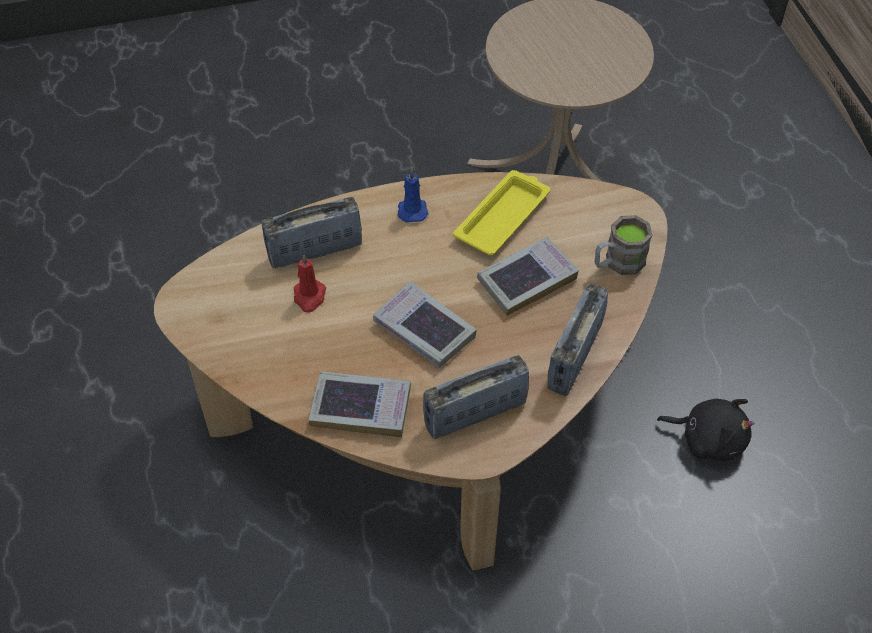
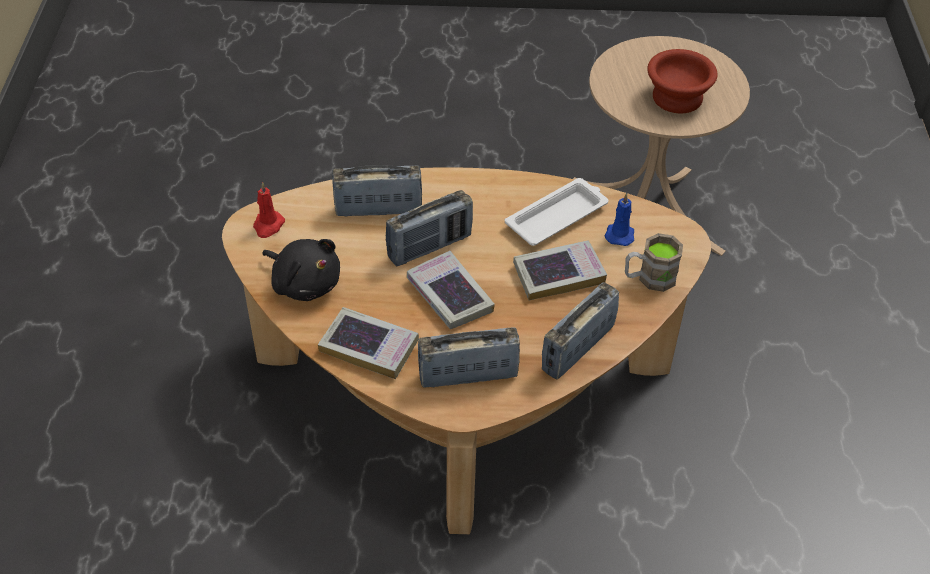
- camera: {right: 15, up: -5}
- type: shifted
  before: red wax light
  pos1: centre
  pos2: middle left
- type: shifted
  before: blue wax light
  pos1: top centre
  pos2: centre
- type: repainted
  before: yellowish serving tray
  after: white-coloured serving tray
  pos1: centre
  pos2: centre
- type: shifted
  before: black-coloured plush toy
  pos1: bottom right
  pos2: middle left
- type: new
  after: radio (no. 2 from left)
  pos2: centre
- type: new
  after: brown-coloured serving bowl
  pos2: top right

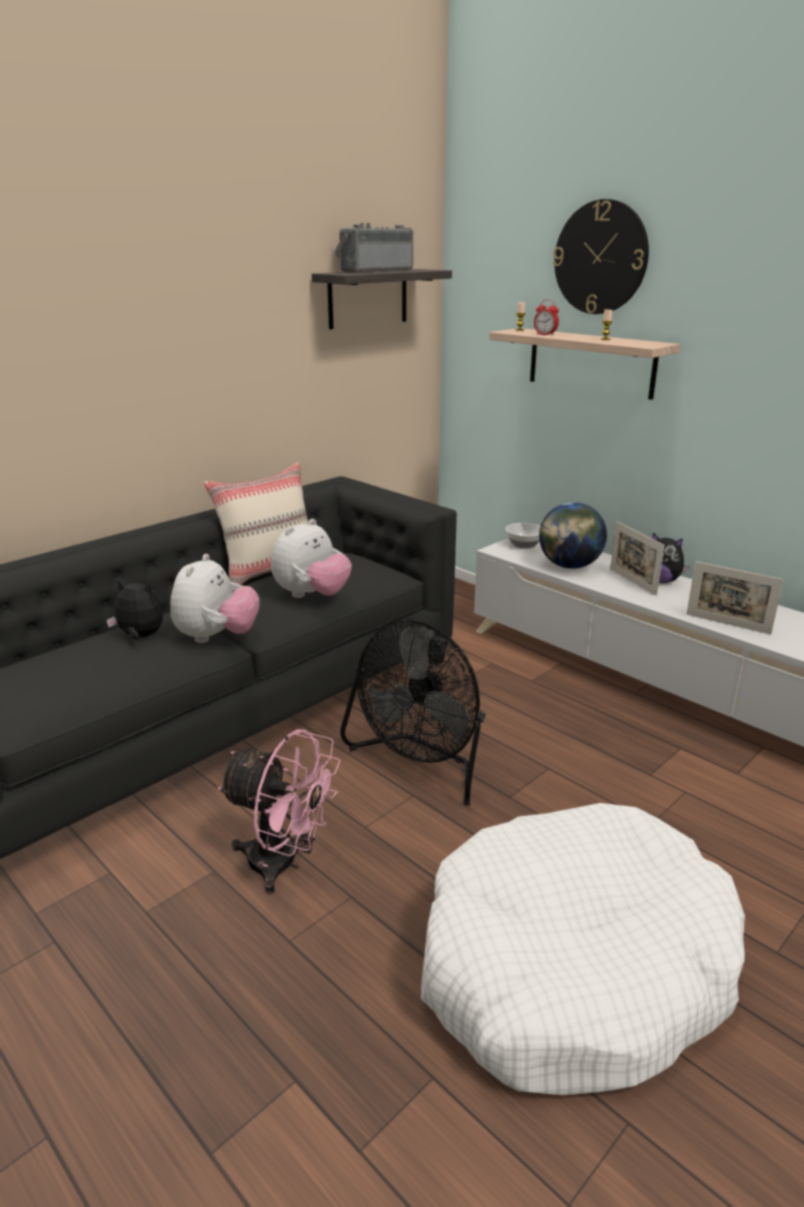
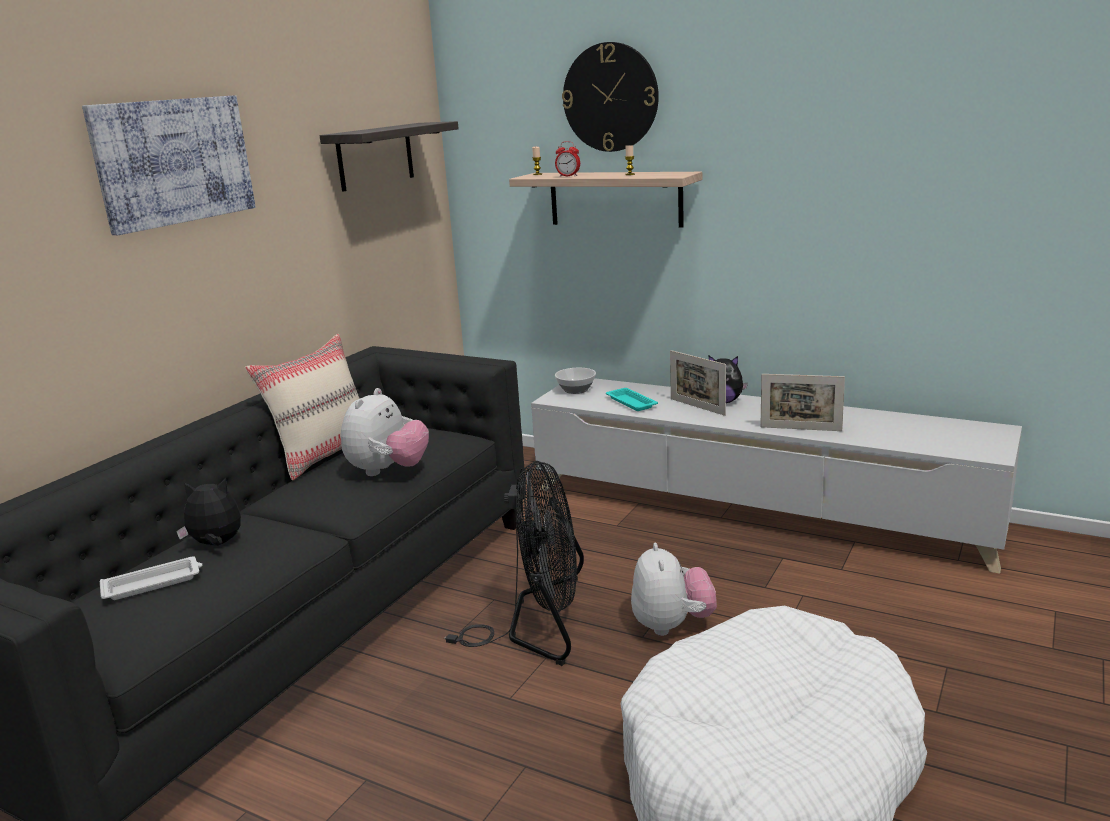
- camera: {right: -15, up: -5}
- type: shifted
  before: plush toy (no. 2 from left in the first image)
  after: plush toy (no. 3 from left)
  pos1: middle left
  pos2: bottom centre
- type: gone
  before: pinkish fan
  pos1: bottom centre
- type: gone
  before: radio
  pos1: top centre
- type: rotated
  before: black-coloured fan
  pos1: centre
  pos2: bottom centre
  turn: -105
- type: swapped
  before: globe
  after: turquoise-coloured serving tray
  pos1: middle right
  pos2: centre
- type: new
  after: wall art
  pos2: top left
- type: new
  after: white-coloured serving tray
  pos2: bottom left

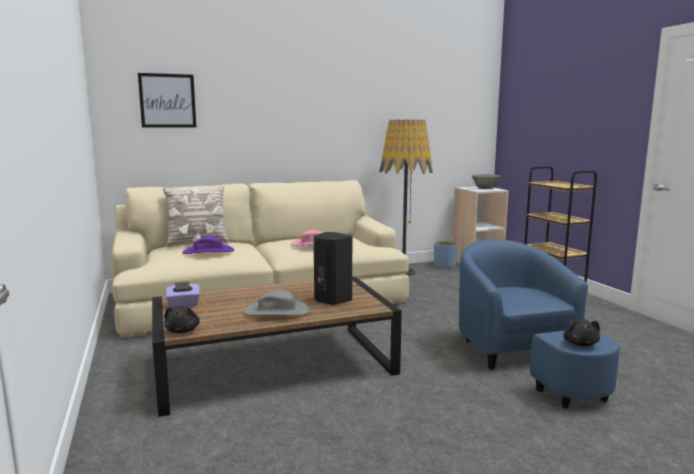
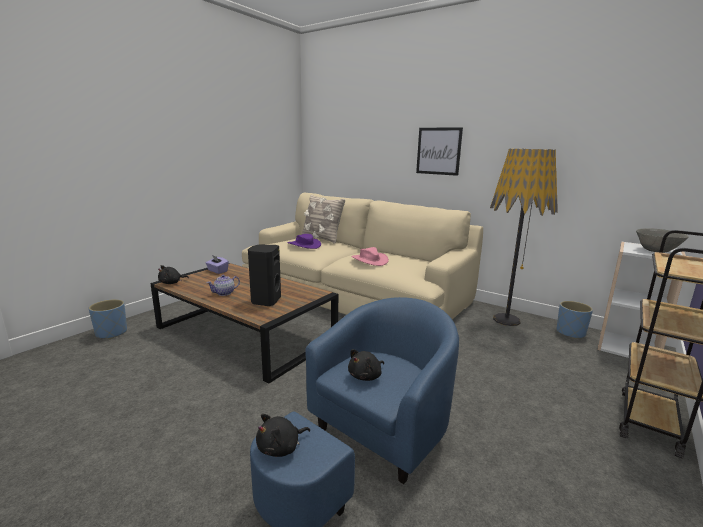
- camera: {right: 55, up: 5}
- type: shifted
  before: wall art
  pos1: top left
  pos2: top centre
- type: swapped
  before: gray clothing hat
  after: teapot
  pos1: centre
  pos2: middle left
- type: new
  after: blue flower pot (no. 1 from left)
  pos2: middle left
- type: new
  after: black-coloured plush toy (no. 3 from left)
  pos2: bottom centre

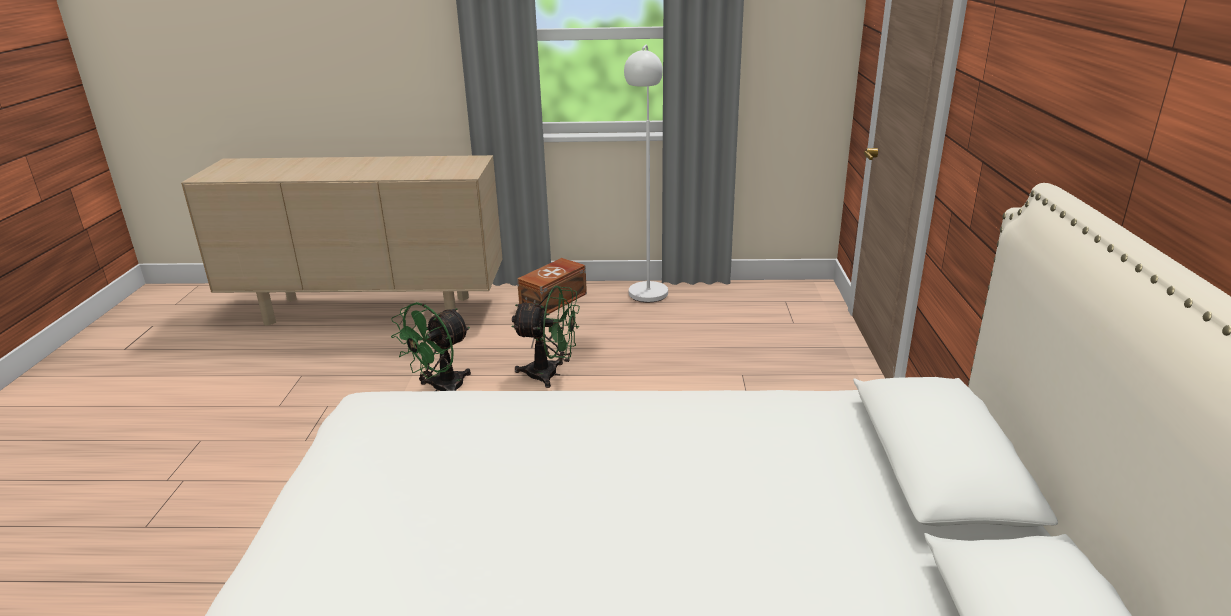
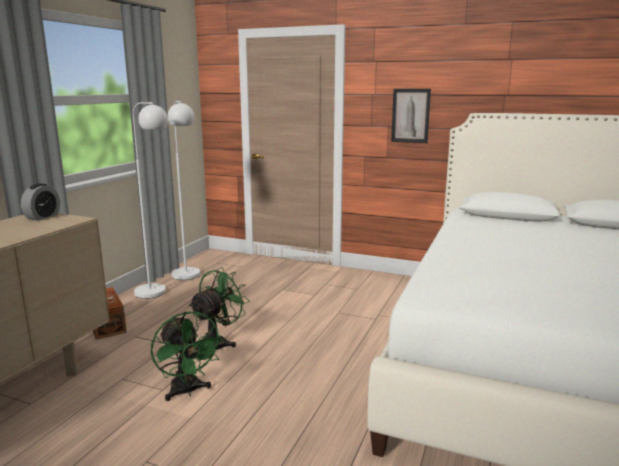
- camera: {right: -70, up: -10}
- type: new
  after: alarm clock
  pos2: middle left
- type: new
  after: white-coloured standard lamp (no. 2 from left)
  pos2: middle left
- type: new
  after: wall art
  pos2: top centre

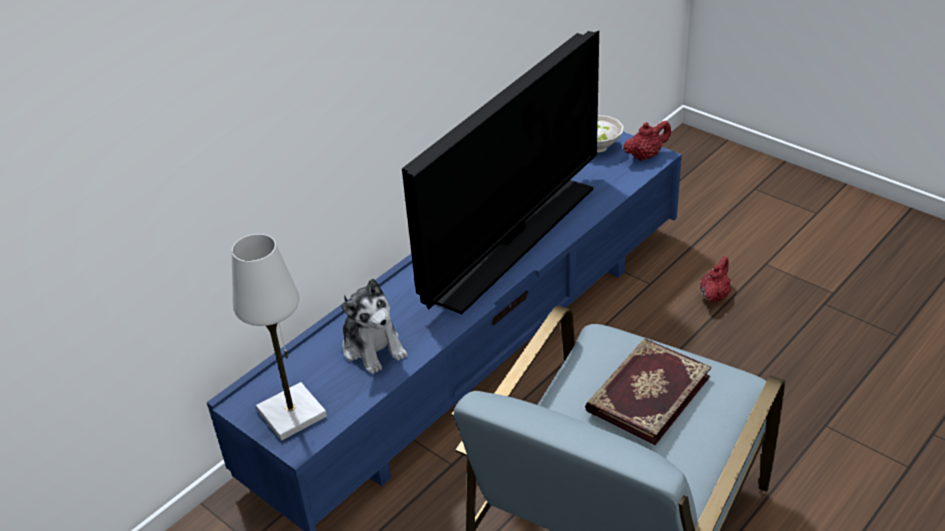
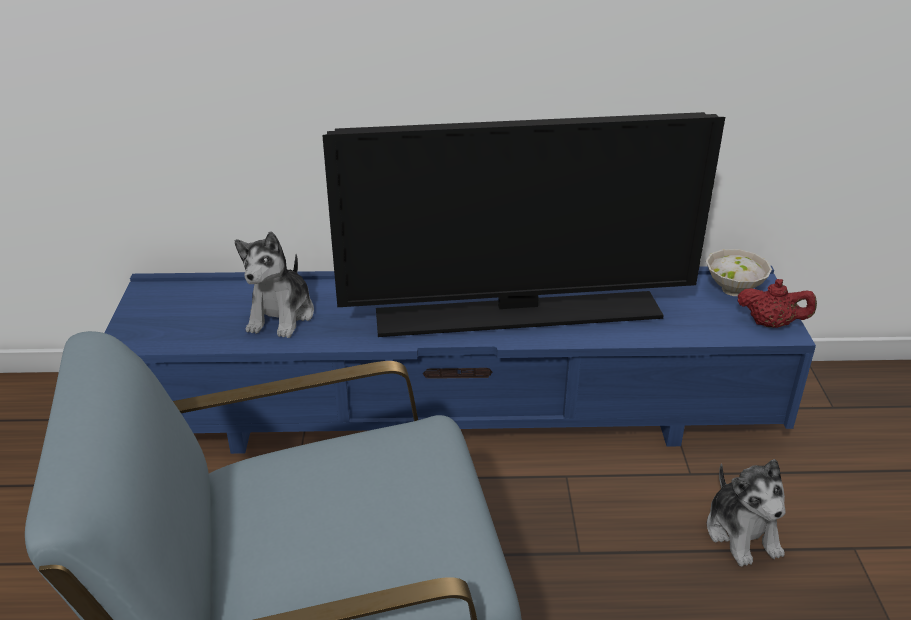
- camera: {right: 45, up: -5}
- type: gone
  before: white-coloured table lamp
  pos1: middle left
- type: gone
  before: book
  pos1: bottom right
- type: swapped
  before: red teapot (no. 2 from left)
  after: plush toy (no. 2 from left)
  pos1: middle right
  pos2: bottom right

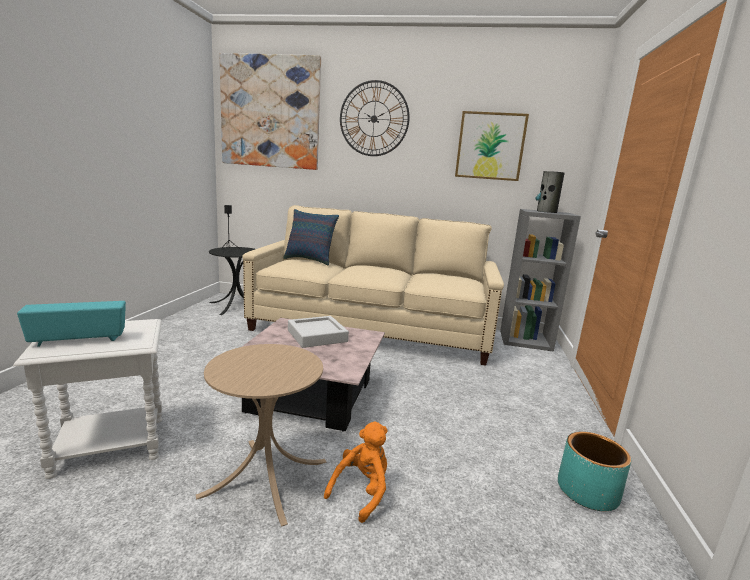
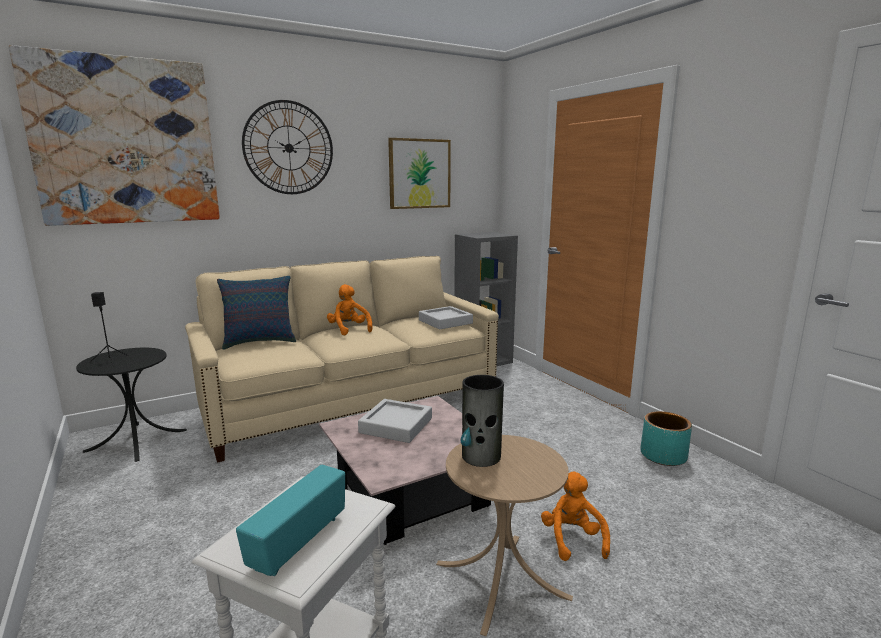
- camera: {right: -40, up: 0}
- type: shifted
  before: vase
  pos1: top right
  pos2: centre
- type: new
  after: orangey plush toy (no. 1 from left)
  pos2: centre
- type: new
  after: gray serving tray (no. 2 from left)
  pos2: centre

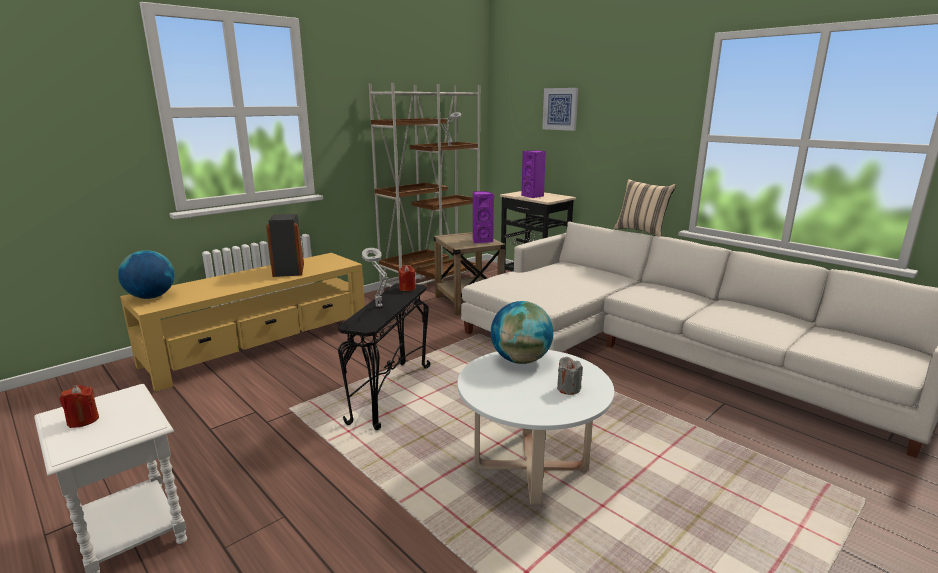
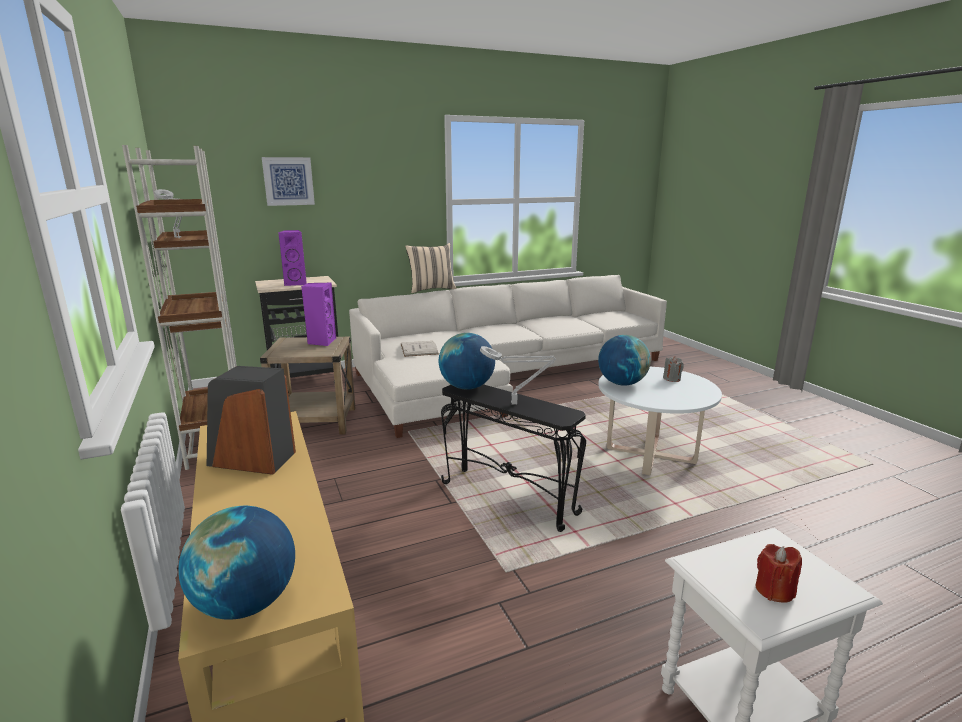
- camera: {right: -70, up: 0}
- type: swapped
  before: red wax light (no. 2 from left)
  after: globe (no. 2 from left)
  pos1: centre
  pos2: centre
- type: new
  after: white-coloured book
  pos2: centre

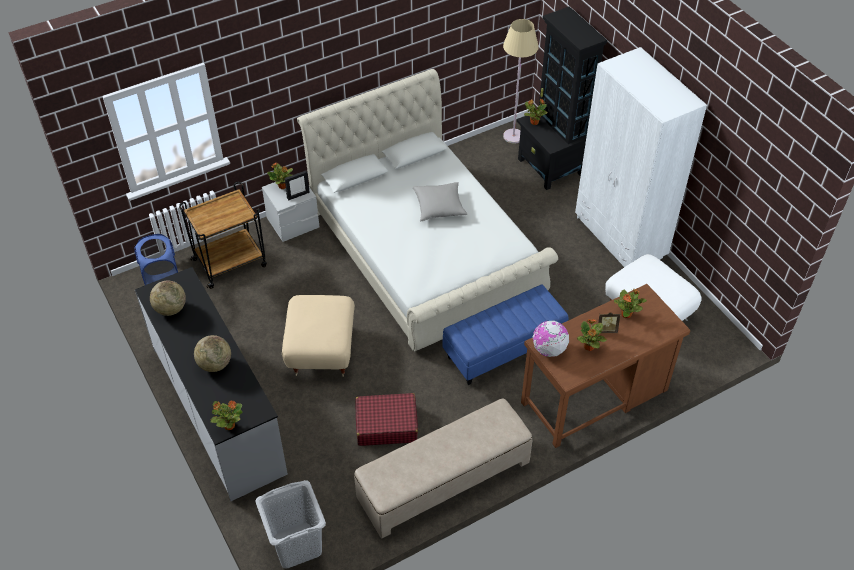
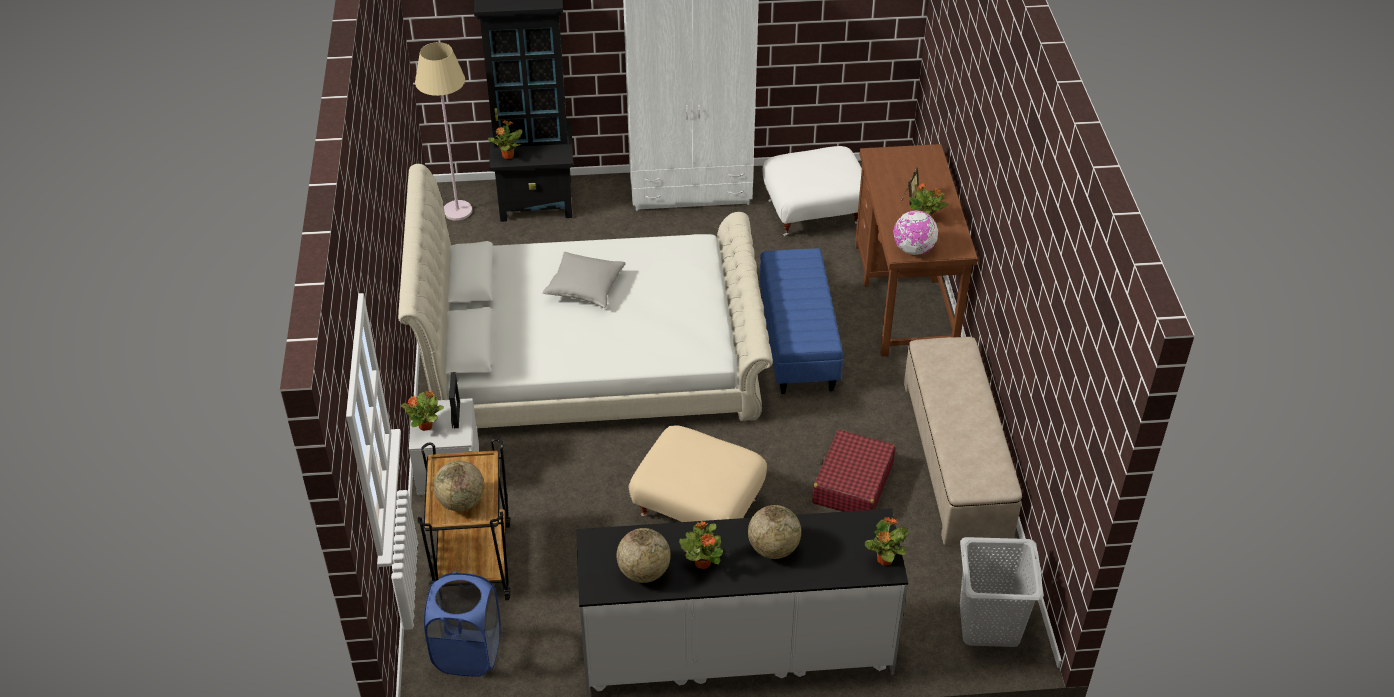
- camera: {right: -65, up: -5}
- type: shifted
  before: plant in a pot (no. 5 from left in the first image)
  after: plant in a pot (no. 3 from left)
  pos1: middle right
  pos2: bottom centre
- type: new
  after: globe (no. 1 from left)
  pos2: bottom left

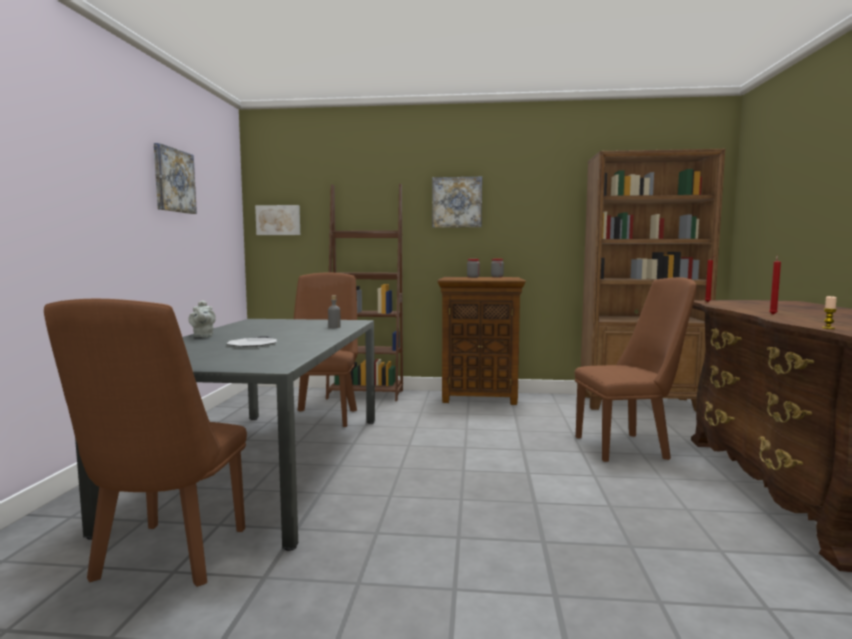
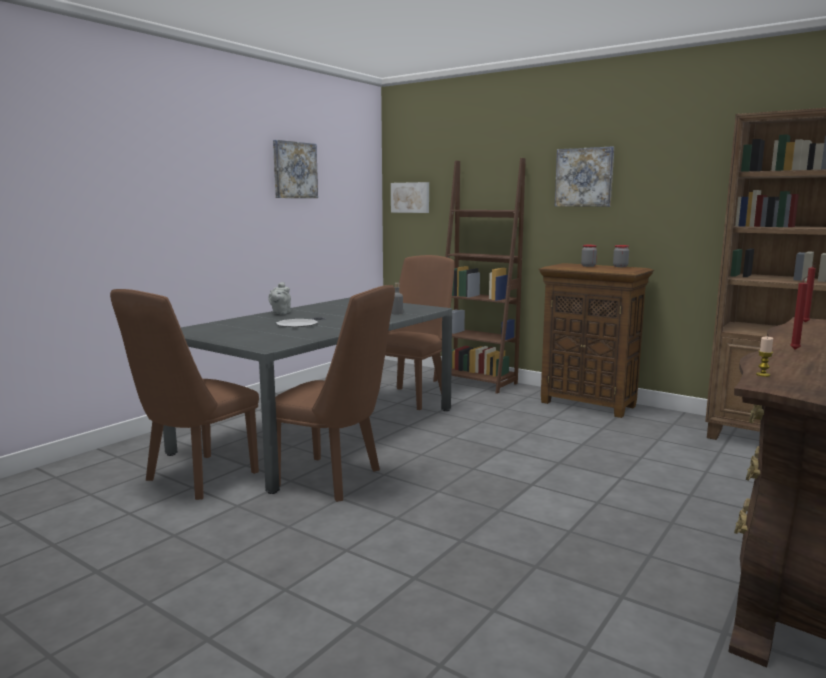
- camera: {right: 30, up: 5}
- type: shifted
  before: brown-coloured upright chair (no. 3 from left in the first image)
  after: brown-coloured upright chair (no. 2 from left)
  pos1: middle right
  pos2: centre

